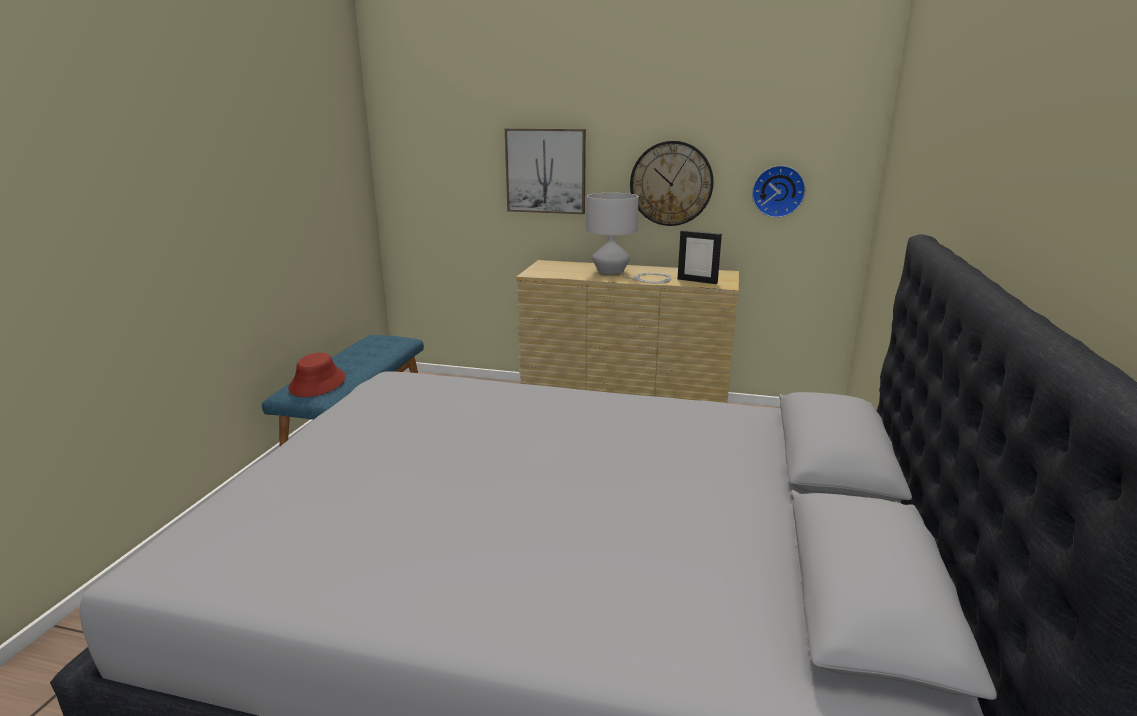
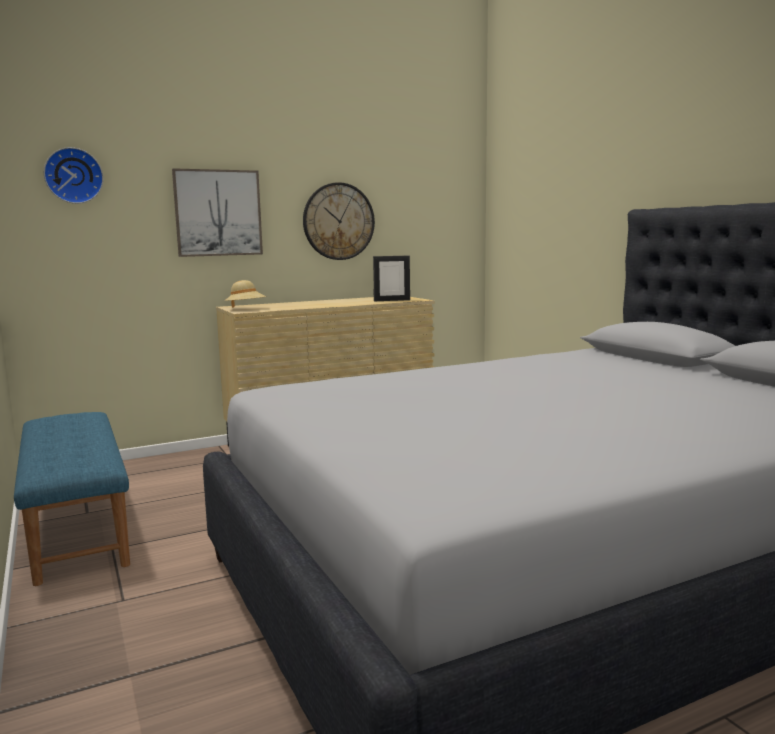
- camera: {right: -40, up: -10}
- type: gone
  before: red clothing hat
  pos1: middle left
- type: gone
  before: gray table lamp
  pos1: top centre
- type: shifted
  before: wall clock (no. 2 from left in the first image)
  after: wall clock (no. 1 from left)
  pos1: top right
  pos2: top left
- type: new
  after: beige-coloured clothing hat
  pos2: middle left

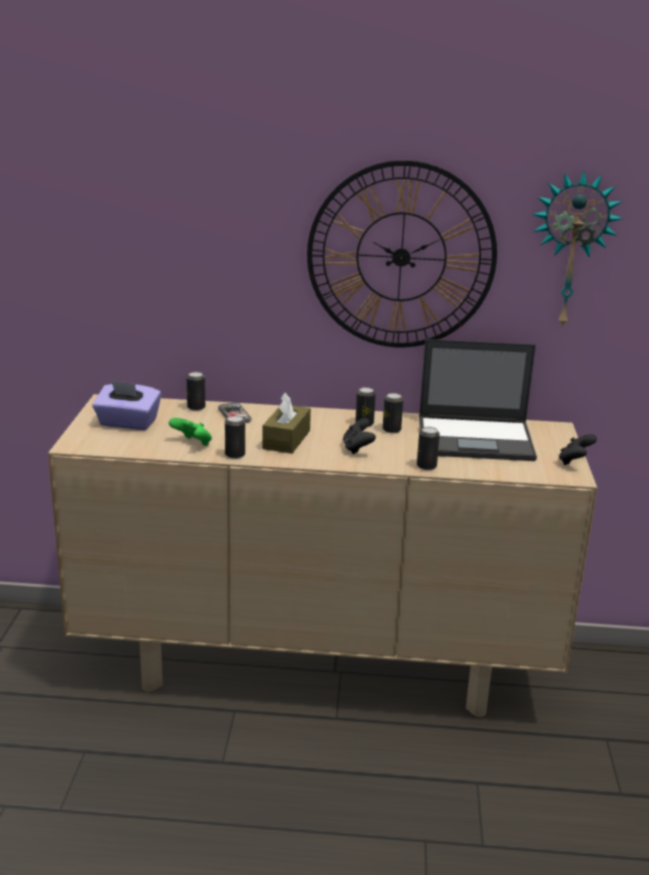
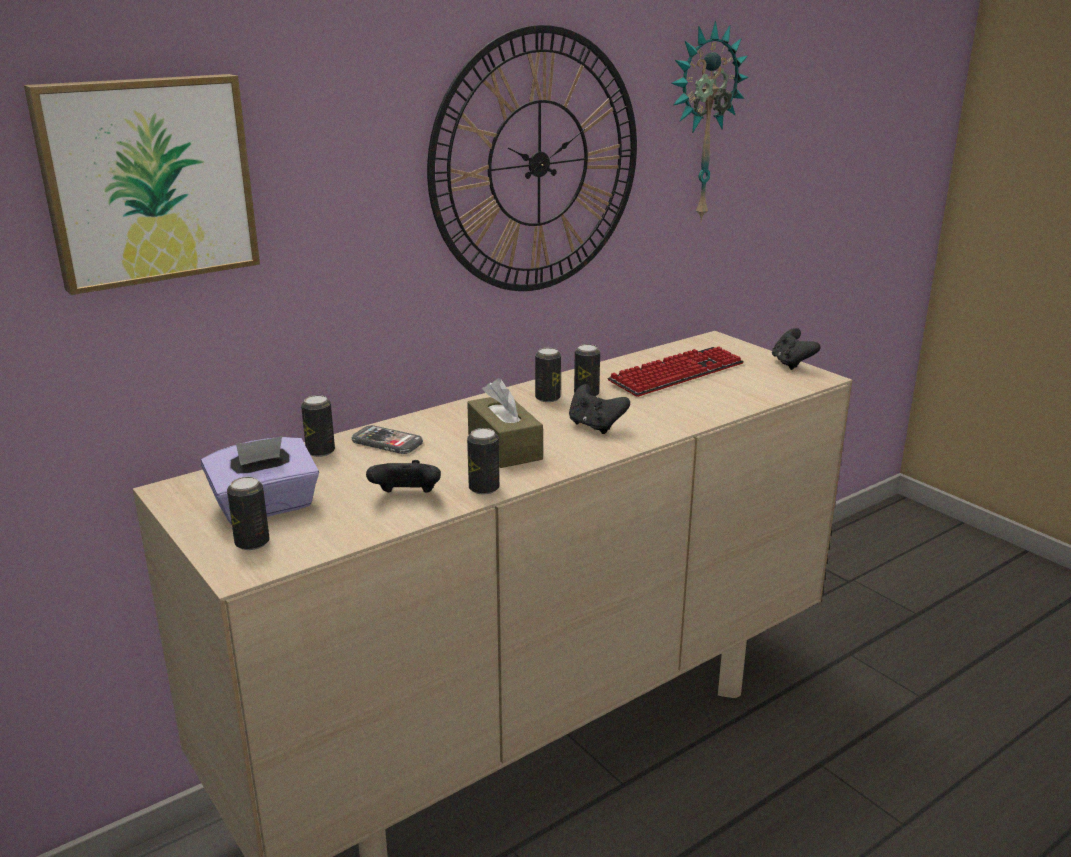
- camera: {right: -40, up: 0}
- type: repainted
  before: green-coloured gamepad
  after: black-coloured gamepad (no. 1 from left)
  pos1: middle left
  pos2: centre
- type: shifted
  before: sealed can (no. 5 from left in the first image)
  after: sealed can (no. 1 from left)
  pos1: centre
  pos2: middle left
- type: swapped
  before: portable computer
  after: PC keyboard
  pos1: middle right
  pos2: centre
- type: new
  after: wall art
  pos2: top left

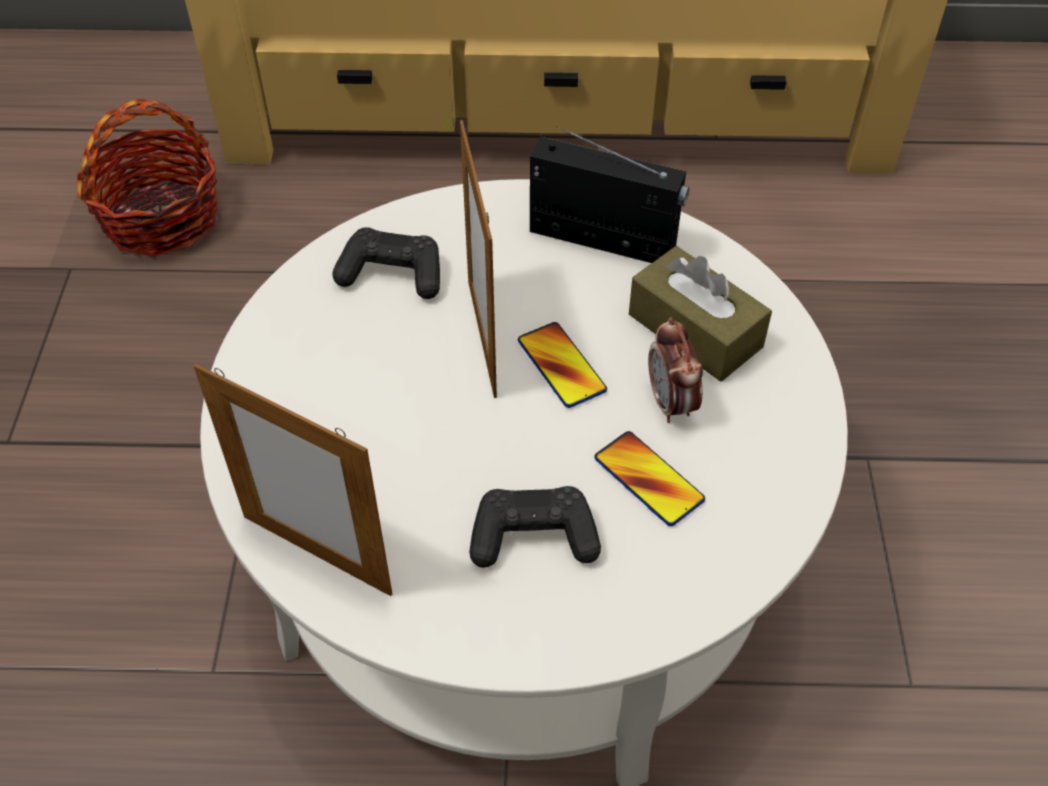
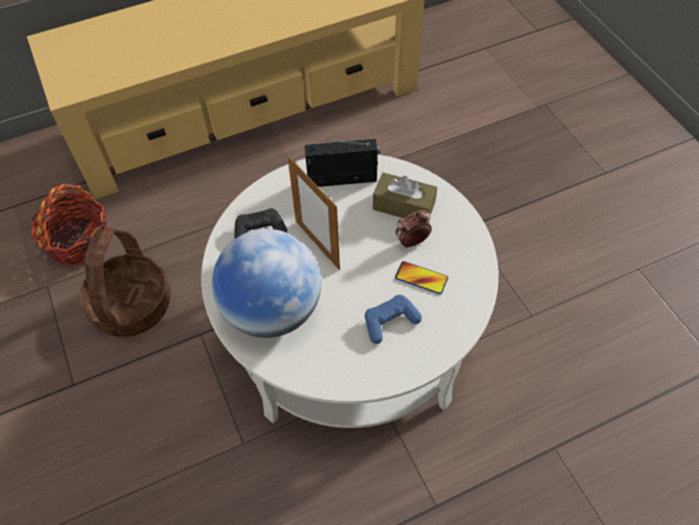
- camera: {right: -25, up: 5}
- type: gone
  before: picture frame (no. 1 from left)
  pos1: middle left
- type: repainted
  before: black-coloured gamepad (no. 2 from left)
  after: blue gamepad
  pos1: bottom centre
  pos2: centre
- type: gone
  before: phone (no. 1 from left)
  pos1: centre
- type: rotated
  before: alarm clock
  pos1: centre
  pos2: centre
  turn: 105
- type: new
  after: storage basket (no. 2 from left)
  pos2: middle left
- type: new
  after: globe
  pos2: centre

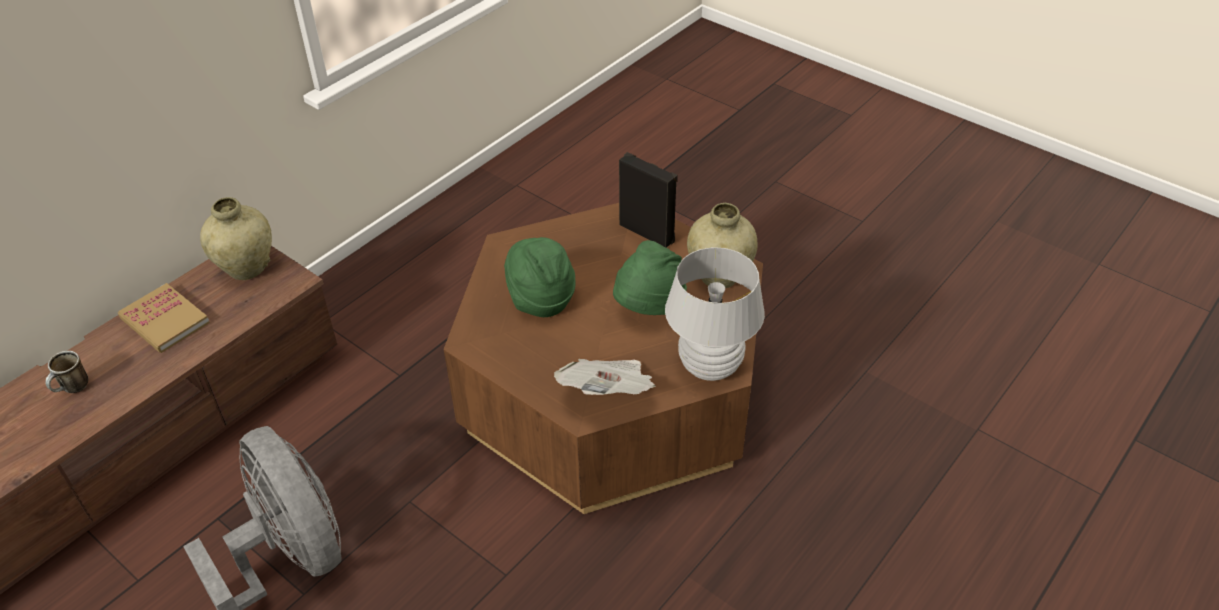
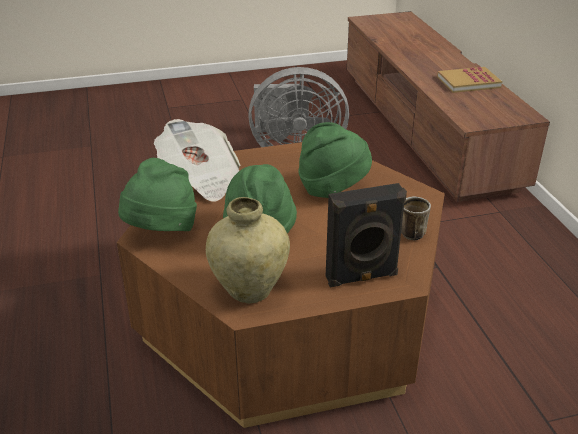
- camera: {right: 125, up: -10}
- type: shifted
  before: coffee mug
  pos1: middle left
  pos2: middle right
- type: gone
  before: beige-coloured vase (no. 1 from left)
  pos1: middle left
- type: swapped
  before: white-coloured table lamp
  after: green-coloured clothing hat (no. 1 from left)
  pos1: centre
  pos2: middle left

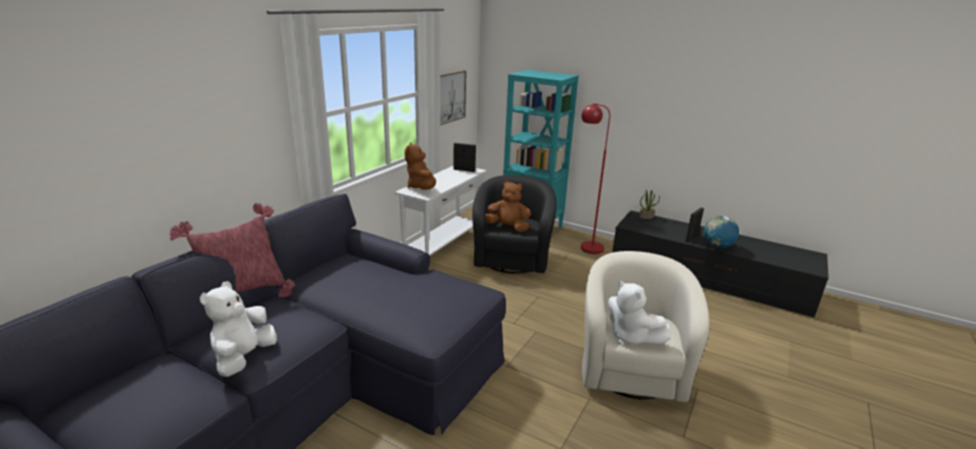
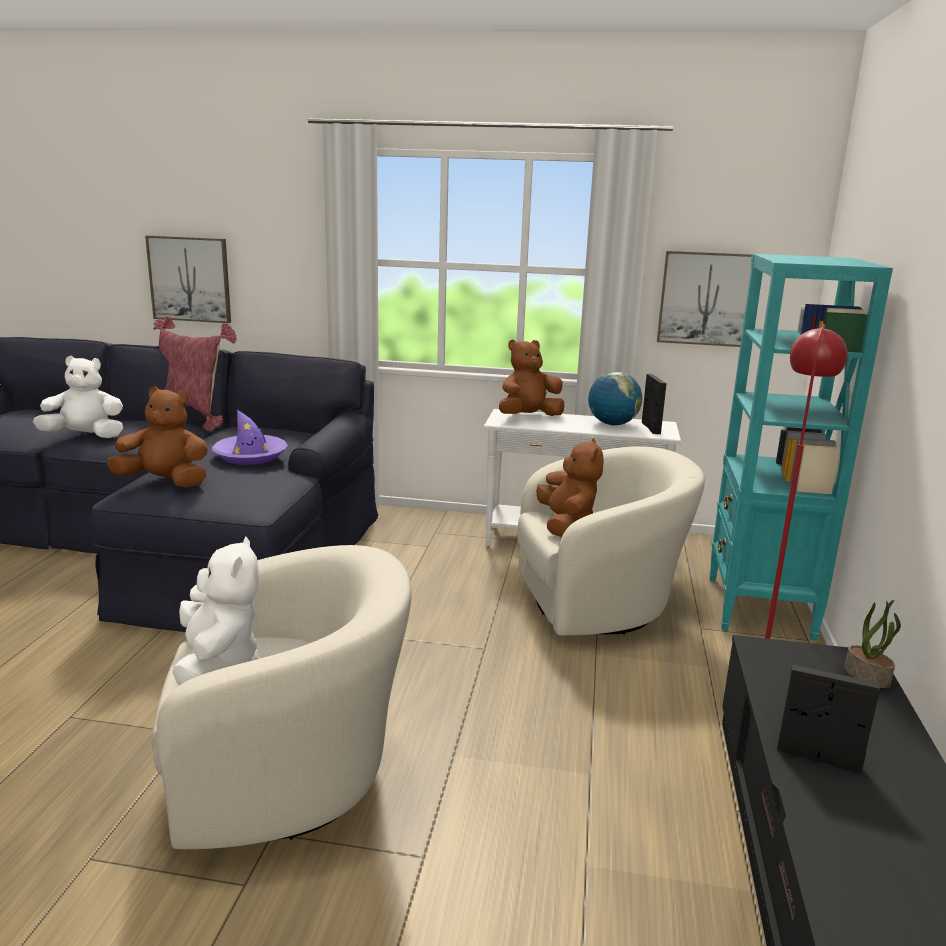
- camera: {right: 70, up: -5}
- type: repainted
  before: black-coloured armchair
  after: beige-coloured armchair (no. 2 from left)
  pos1: centre
  pos2: centre
- type: rotated
  before: white-coloured plush toy (no. 2 from left)
  pos1: bottom centre
  pos2: middle left
  turn: 135
- type: shifted
  before: globe
  pos1: middle right
  pos2: centre
- type: new
  after: brown-coloured plush toy (no. 1 from left)
  pos2: middle left
- type: new
  after: wall art (no. 1 from left)
  pos2: top left
- type: new
  after: purplish clothing hat
  pos2: middle left

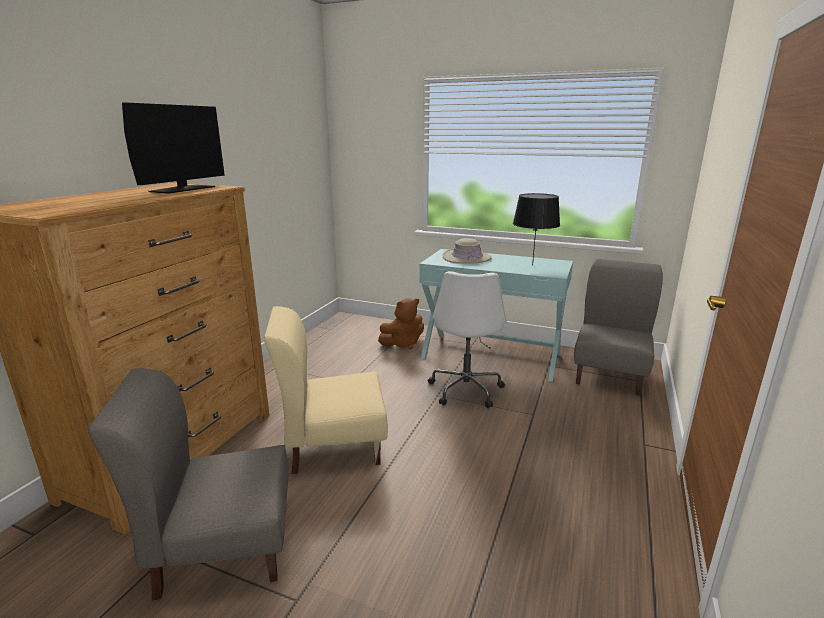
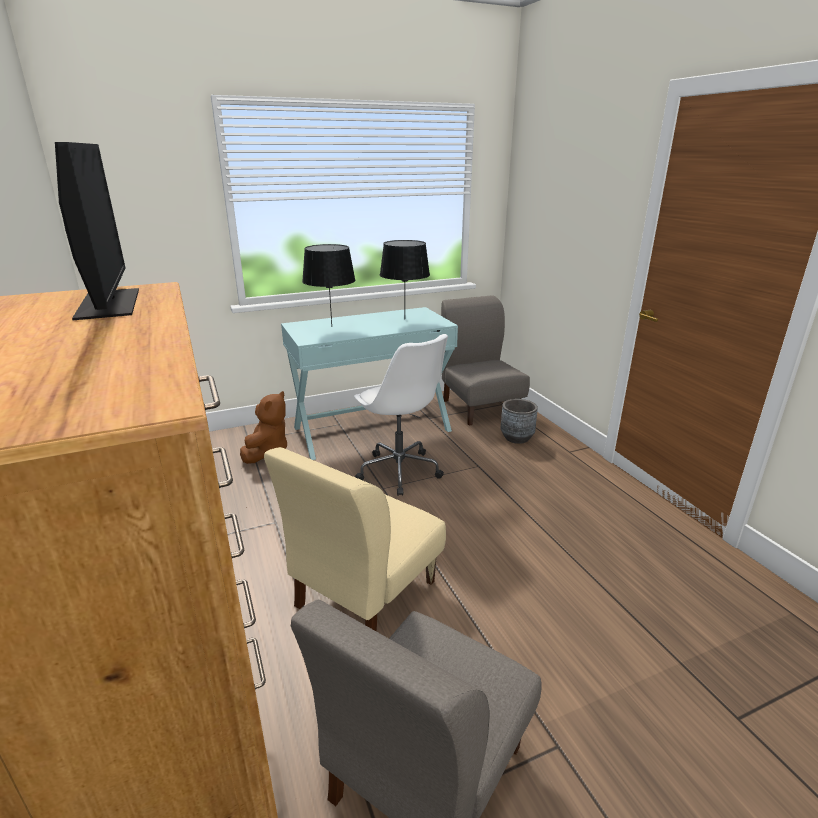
- camera: {right: -45, up: 5}
- type: swapped
  before: beige-coloured clothing hat
  after: black-coloured table lamp (no. 1 from left)
  pos1: centre
  pos2: centre
- type: new
  after: gray flower pot
  pos2: centre

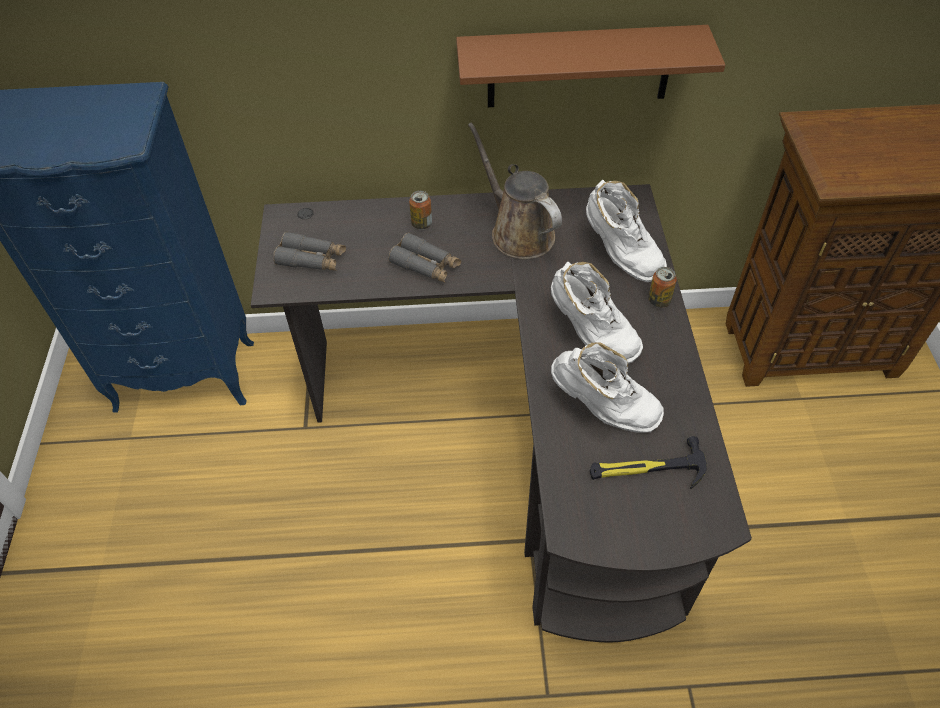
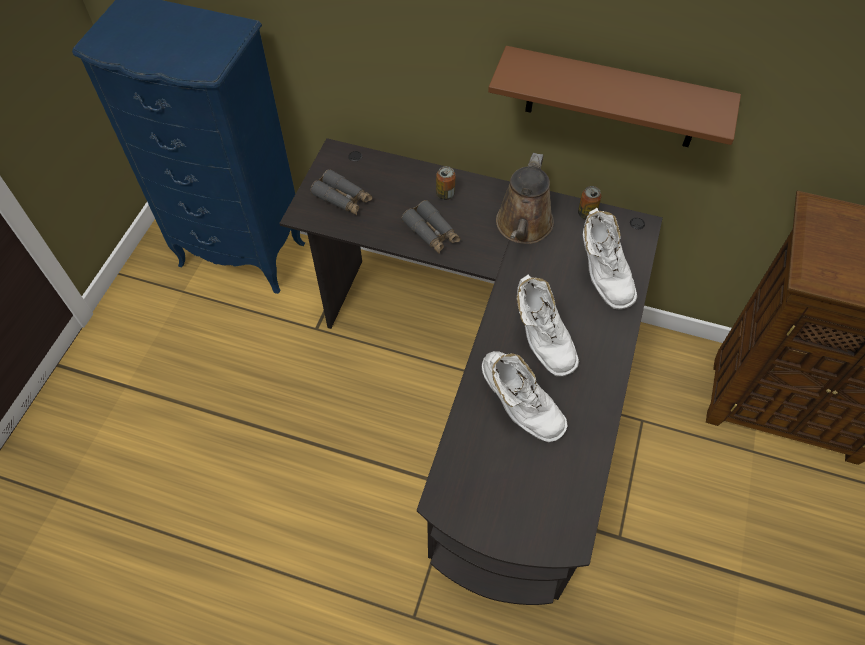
- camera: {right: 20, up: 5}
- type: rotated
  before: brown-coloured watering pot
  pos1: top centre
  pos2: top centre
  turn: -150
- type: gone
  before: tool hammer
  pos1: middle right
- type: shifted
  before: sealed can (no. 2 from left)
  pos1: middle right
  pos2: top right

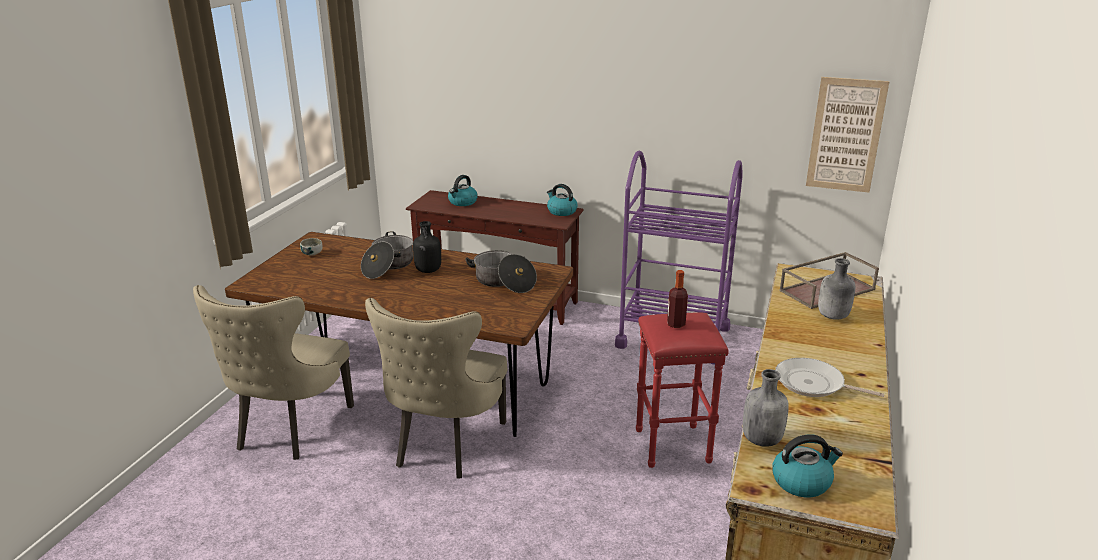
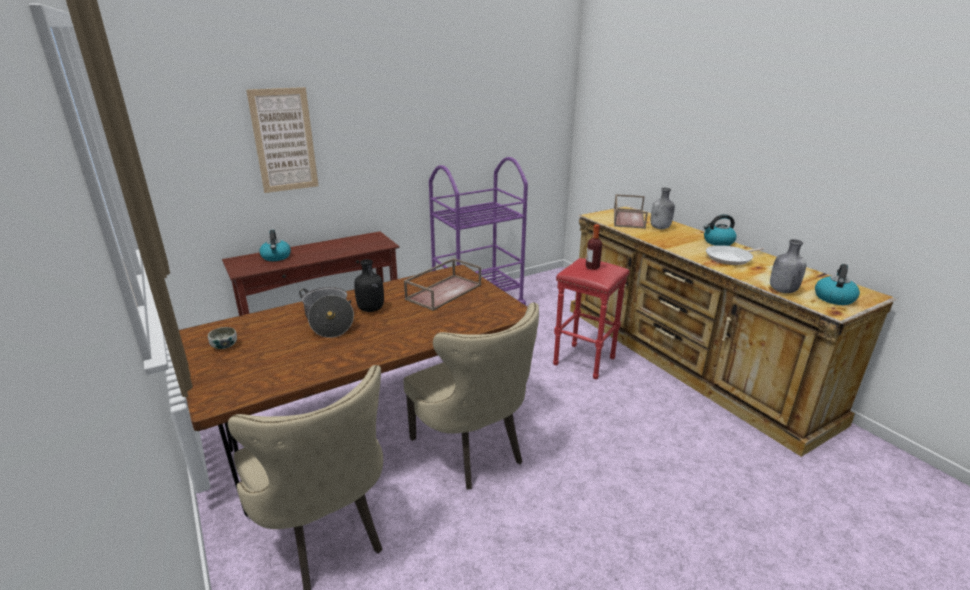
- camera: {right: -50, up: 0}
- type: swapped
  before: saucepot (no. 2 from left)
  after: brown-coloured serving tray (no. 1 from left)
  pos1: centre
  pos2: centre
- type: shifted
  before: water kettle (no. 2 from left)
  pos1: centre
  pos2: middle right
- type: shifted
  before: wall art
  pos1: top right
  pos2: top left

